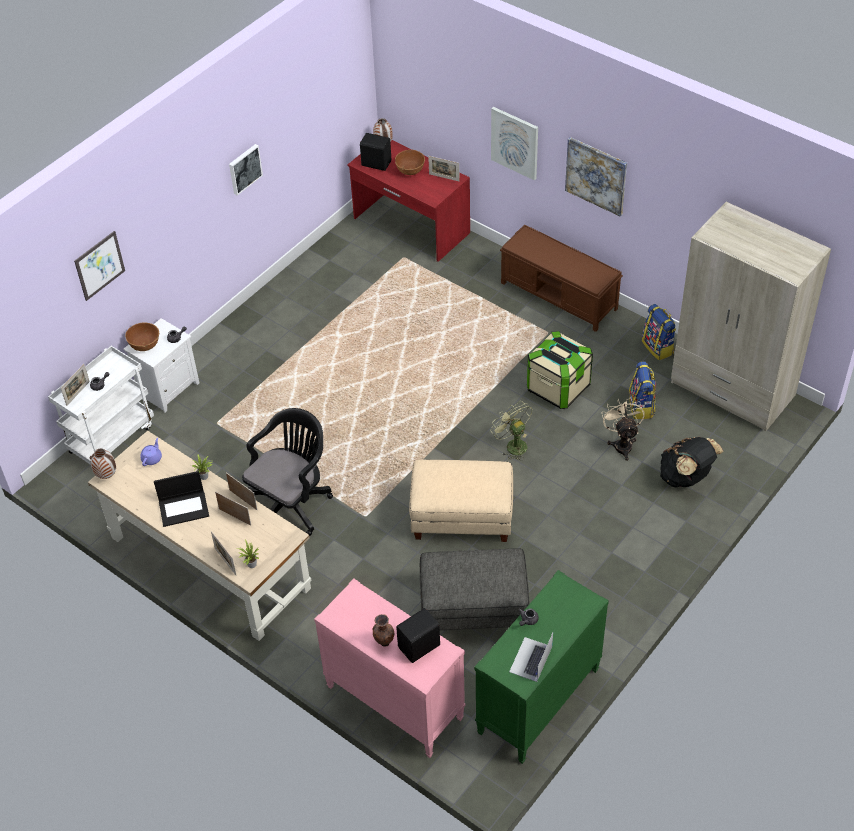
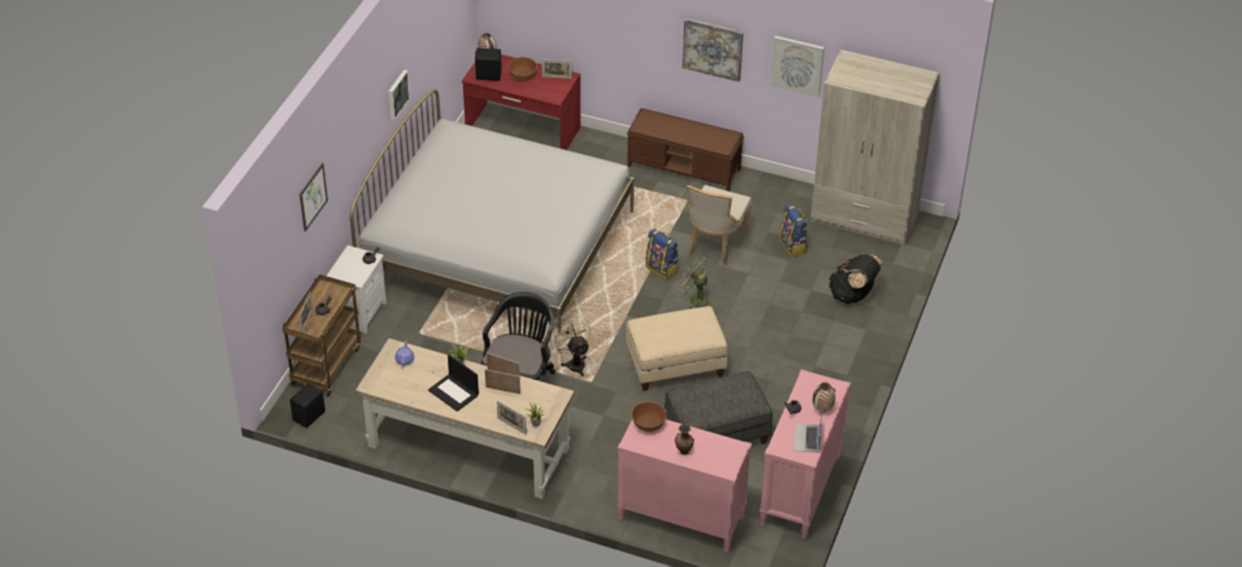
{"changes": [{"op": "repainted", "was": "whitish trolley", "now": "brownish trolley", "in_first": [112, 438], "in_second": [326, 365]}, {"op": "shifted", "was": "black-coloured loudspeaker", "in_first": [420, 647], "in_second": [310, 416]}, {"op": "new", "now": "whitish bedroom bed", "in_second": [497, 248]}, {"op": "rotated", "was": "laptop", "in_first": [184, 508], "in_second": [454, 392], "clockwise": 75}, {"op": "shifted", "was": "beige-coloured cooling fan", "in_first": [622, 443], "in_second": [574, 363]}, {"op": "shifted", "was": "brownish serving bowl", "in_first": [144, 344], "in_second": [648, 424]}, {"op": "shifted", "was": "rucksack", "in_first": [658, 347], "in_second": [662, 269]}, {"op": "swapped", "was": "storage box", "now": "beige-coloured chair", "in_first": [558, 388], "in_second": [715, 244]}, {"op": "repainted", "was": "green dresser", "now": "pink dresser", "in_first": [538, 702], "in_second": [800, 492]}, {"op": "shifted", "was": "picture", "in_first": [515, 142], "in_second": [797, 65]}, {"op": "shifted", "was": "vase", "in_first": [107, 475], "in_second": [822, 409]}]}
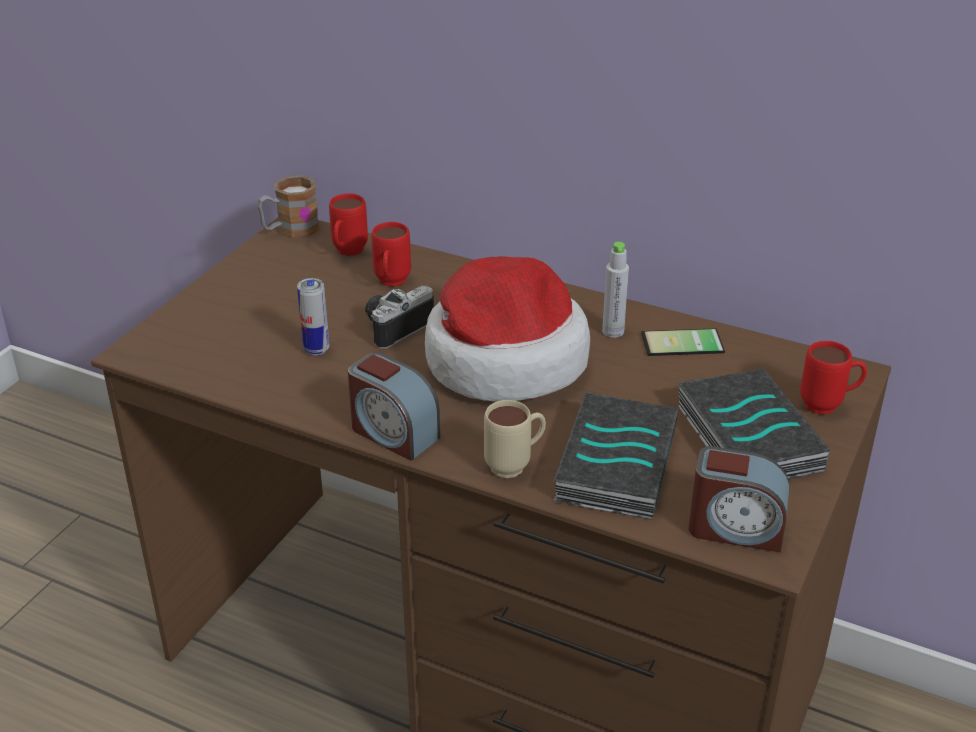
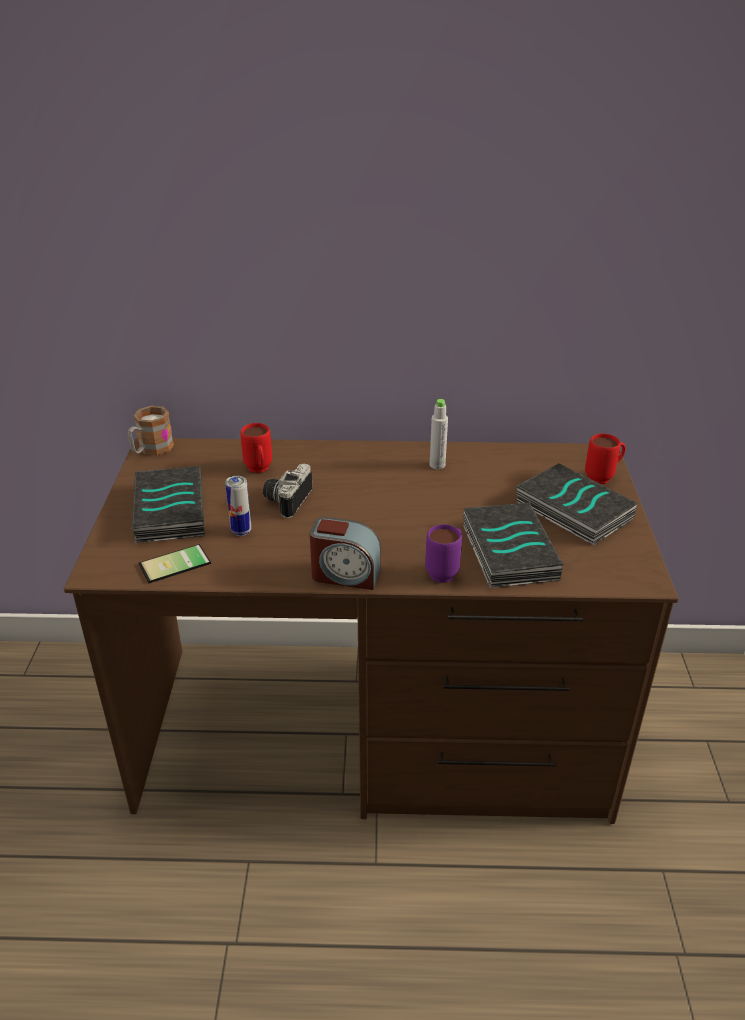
{"changes": [{"op": "new", "now": "volume", "in_second": [168, 510]}, {"op": "shifted", "was": "handset", "in_first": [683, 345], "in_second": [176, 566]}, {"op": "repainted", "was": "beige-coloured tea mug", "now": "purple-coloured tea mug", "in_first": [515, 465], "in_second": [446, 571]}, {"op": "gone", "was": "red tea mug", "in_first": [347, 253]}, {"op": "gone", "was": "hat", "in_first": [503, 359]}, {"op": "gone", "was": "table clock", "in_first": [735, 528]}]}
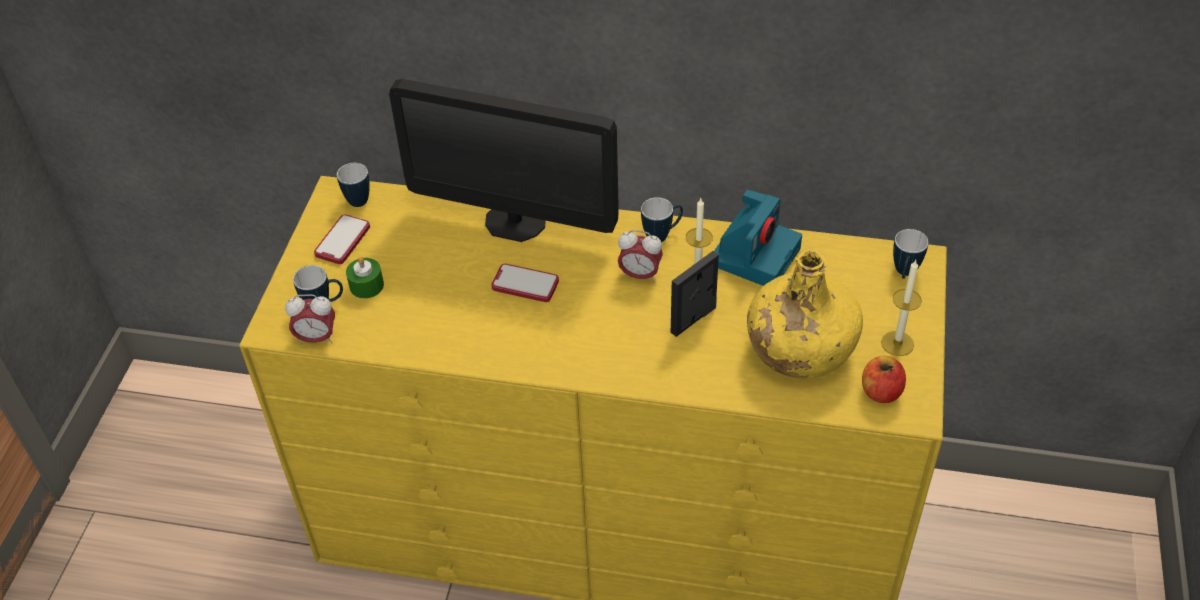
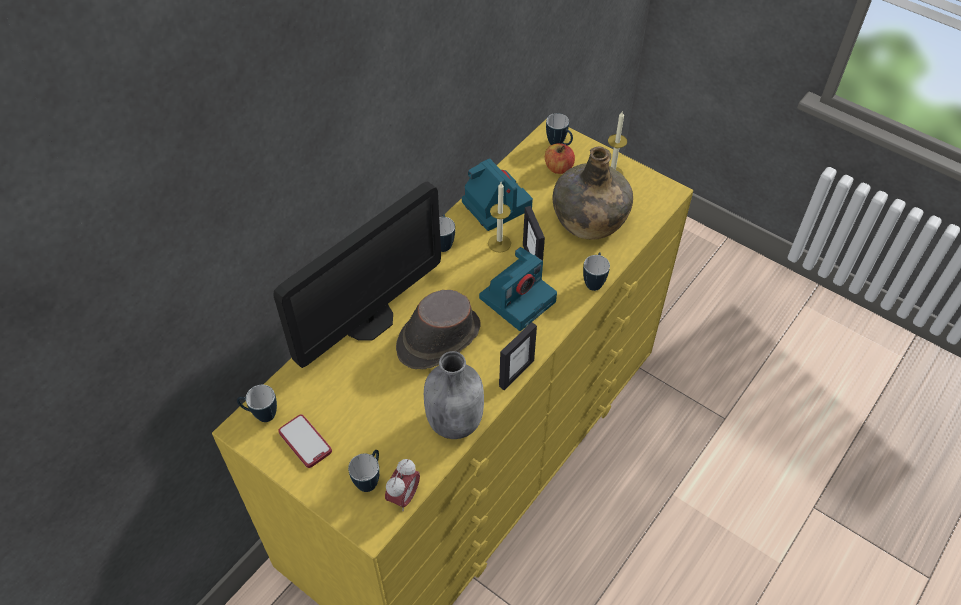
{"changes": [{"op": "swapped", "was": "handset", "now": "brownish hat", "in_first": [525, 284], "in_second": [437, 339]}, {"op": "new", "now": "grey bottle", "in_second": [454, 420]}, {"op": "new", "now": "photo camera", "in_second": [518, 298]}, {"op": "new", "now": "photo frame", "in_second": [516, 373]}, {"op": "shifted", "was": "whole apple", "in_first": [881, 392], "in_second": [558, 168]}, {"op": "repainted", "was": "yellowish bottle", "now": "green bottle", "in_first": [799, 348], "in_second": [588, 219]}, {"op": "new", "now": "tea mug", "in_second": [594, 281]}, {"op": "gone", "was": "green wax candle", "in_first": [366, 285]}, {"op": "gone", "was": "table clock", "in_first": [640, 275]}]}
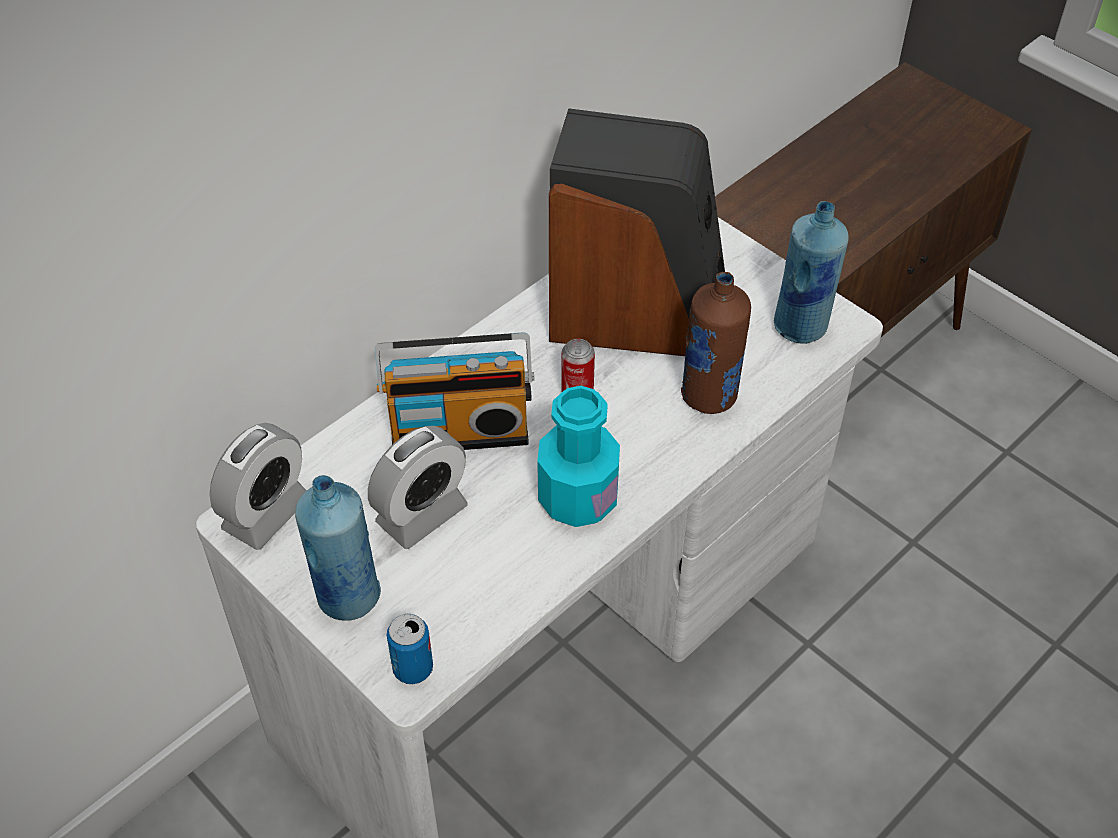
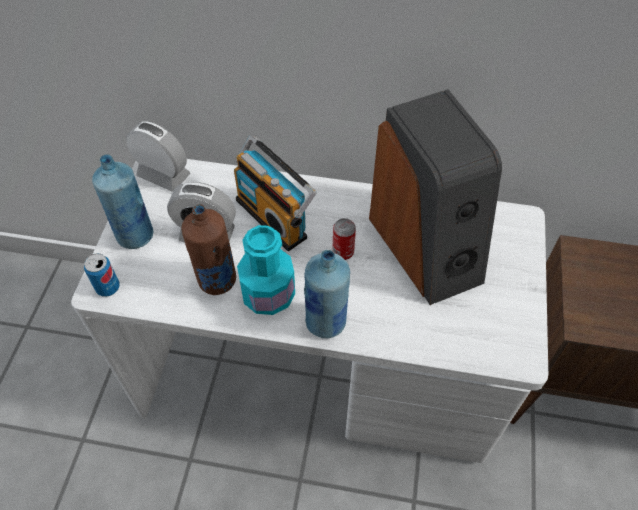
{"changes": [{"op": "rotated", "was": "table clock", "in_first": [266, 513], "in_second": [163, 175], "clockwise": -150}, {"op": "shifted", "was": "brownish bottle", "in_first": [709, 396], "in_second": [216, 280]}, {"op": "shifted", "was": "blue-coloured bottle", "in_first": [801, 327], "in_second": [326, 323]}]}
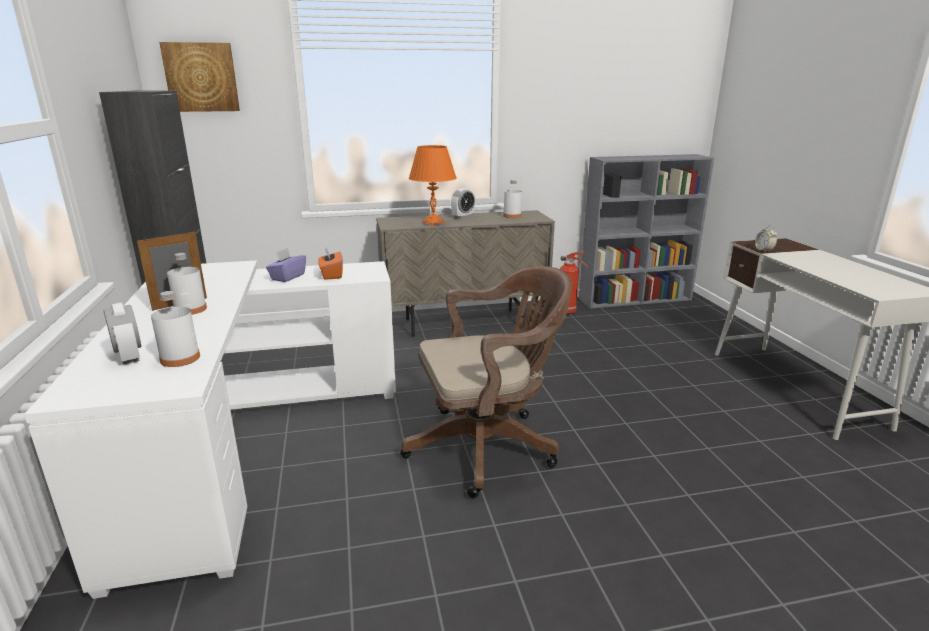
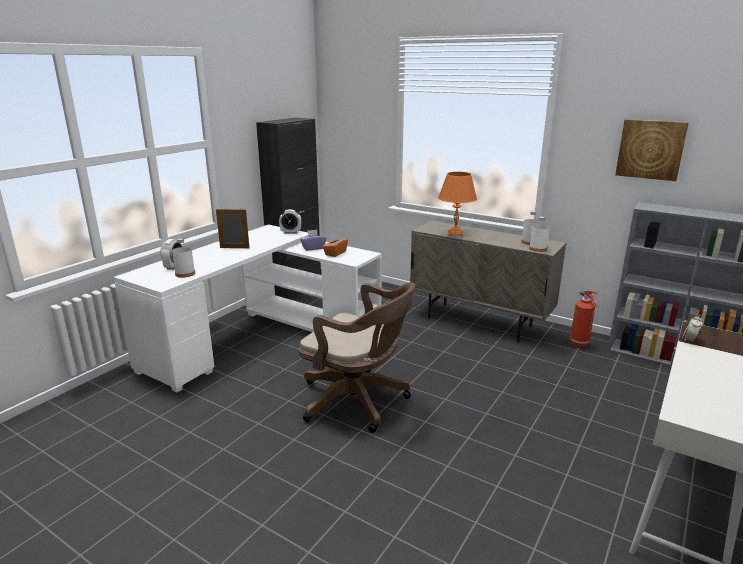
{"changes": [{"op": "shifted", "was": "table clock", "in_first": [463, 217], "in_second": [291, 232]}, {"op": "shifted", "was": "whitish bottle", "in_first": [190, 309], "in_second": [538, 249]}, {"op": "shifted", "was": "picture", "in_first": [201, 77], "in_second": [650, 149]}]}
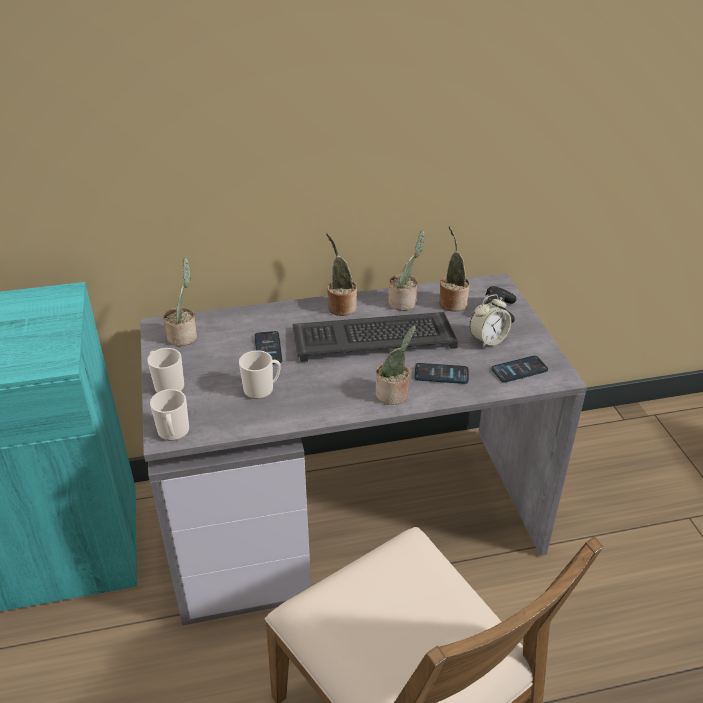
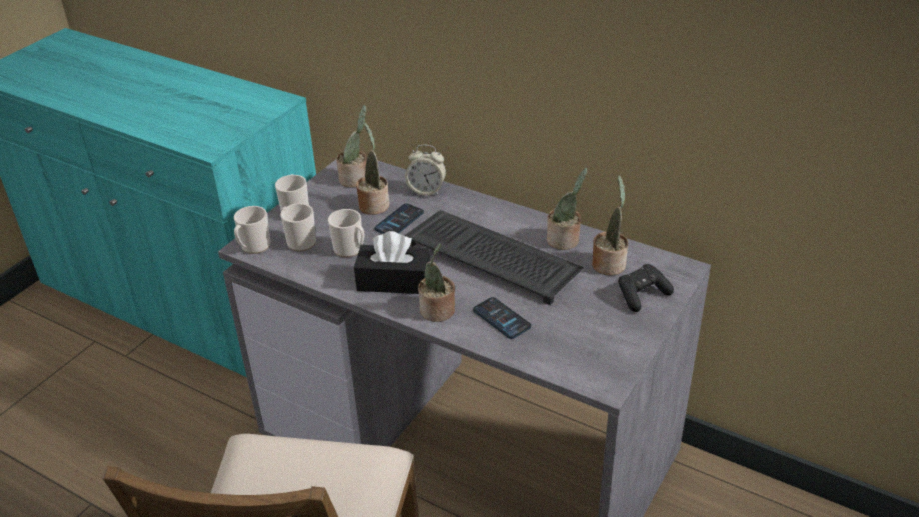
{"changes": [{"op": "new", "now": "tea mug", "in_second": [299, 241]}, {"op": "new", "now": "black-coloured tissue box", "in_second": [394, 281]}, {"op": "shifted", "was": "houseplant", "in_first": [340, 307], "in_second": [374, 204]}, {"op": "shifted", "was": "table clock", "in_first": [488, 340], "in_second": [426, 190]}, {"op": "gone", "was": "handset", "in_first": [519, 370]}]}
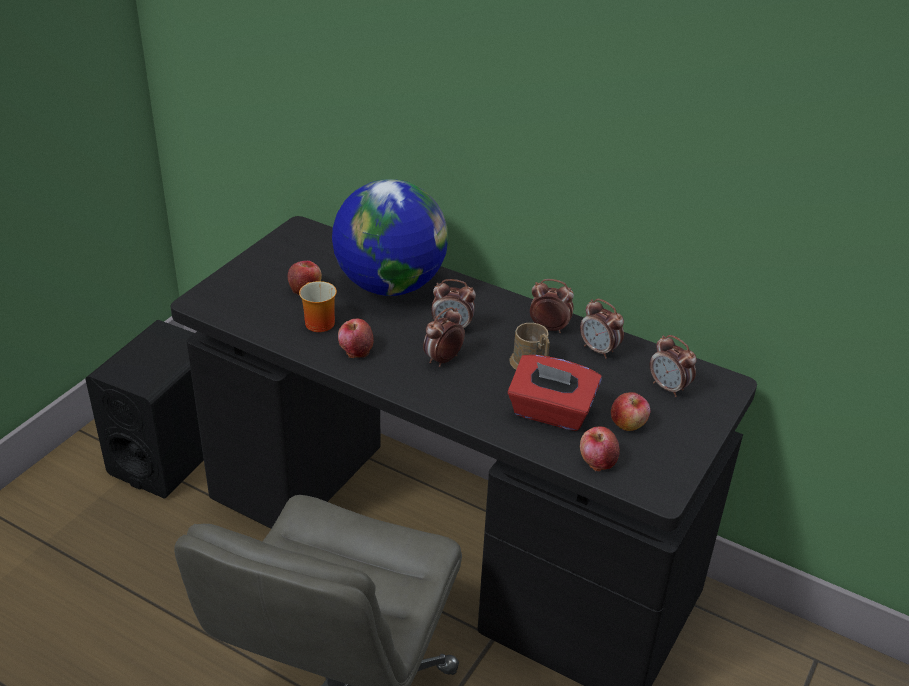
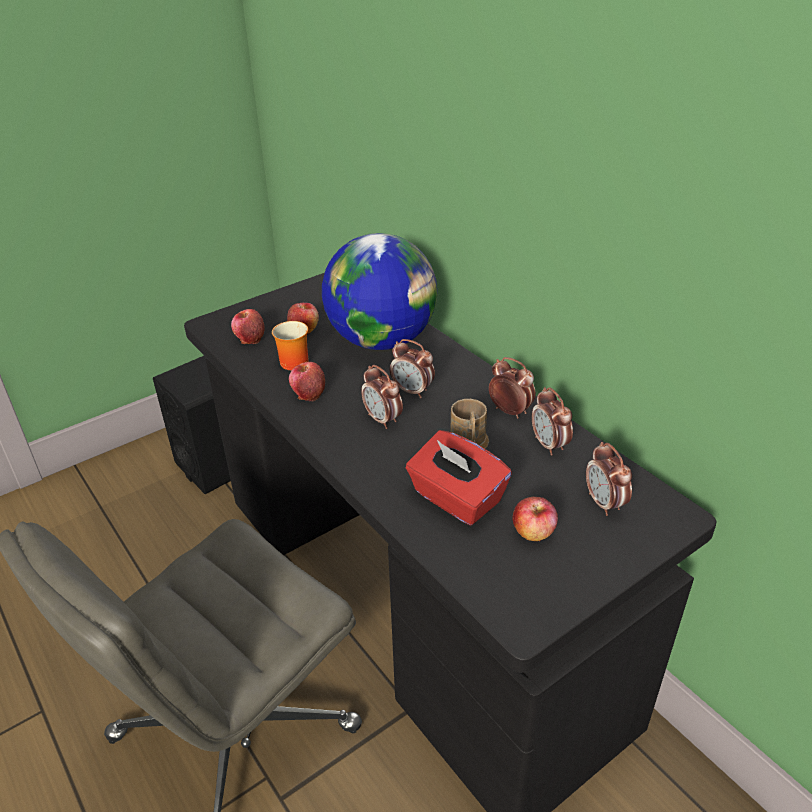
{"changes": [{"op": "shifted", "was": "whole apple", "in_first": [597, 461], "in_second": [249, 338]}, {"op": "rotated", "was": "table clock", "in_first": [443, 360], "in_second": [383, 419], "clockwise": -105}]}
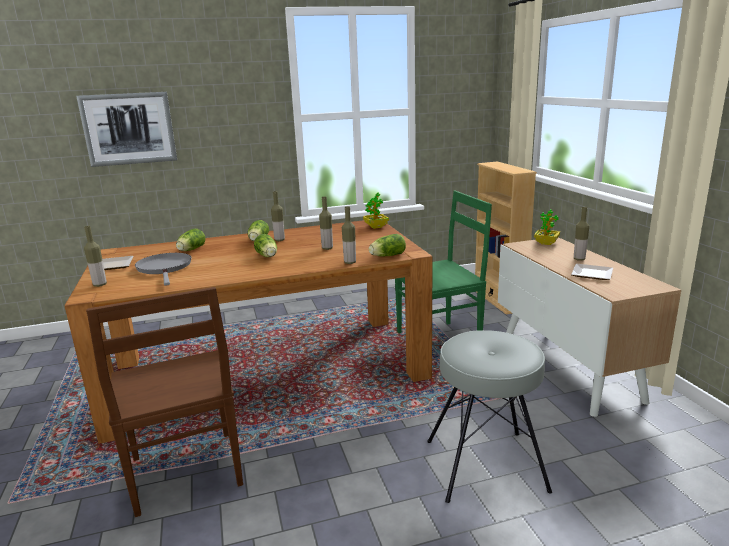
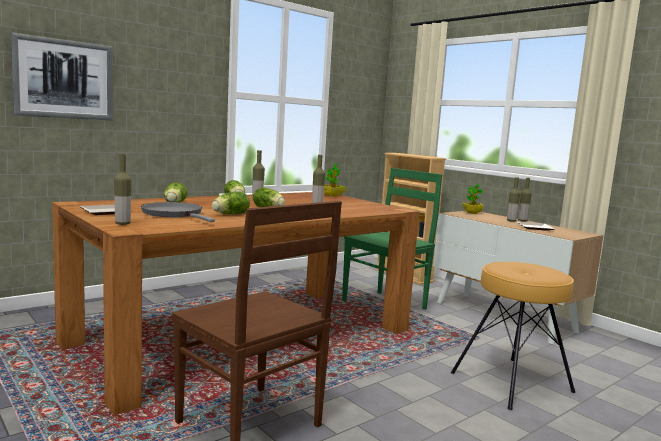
{"changes": [{"op": "shifted", "was": "lettuce head", "in_first": [386, 256], "in_second": [229, 214]}, {"op": "repainted", "was": "grey stool seat", "now": "brownish stool seat", "in_first": [485, 466], "in_second": [512, 382]}, {"op": "shifted", "was": "bottle", "in_first": [350, 262], "in_second": [522, 221]}]}
